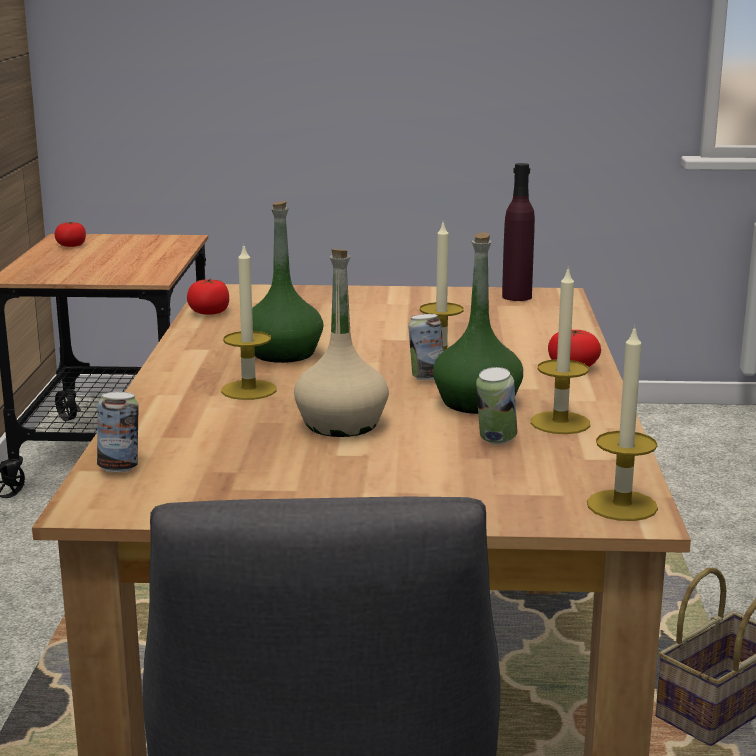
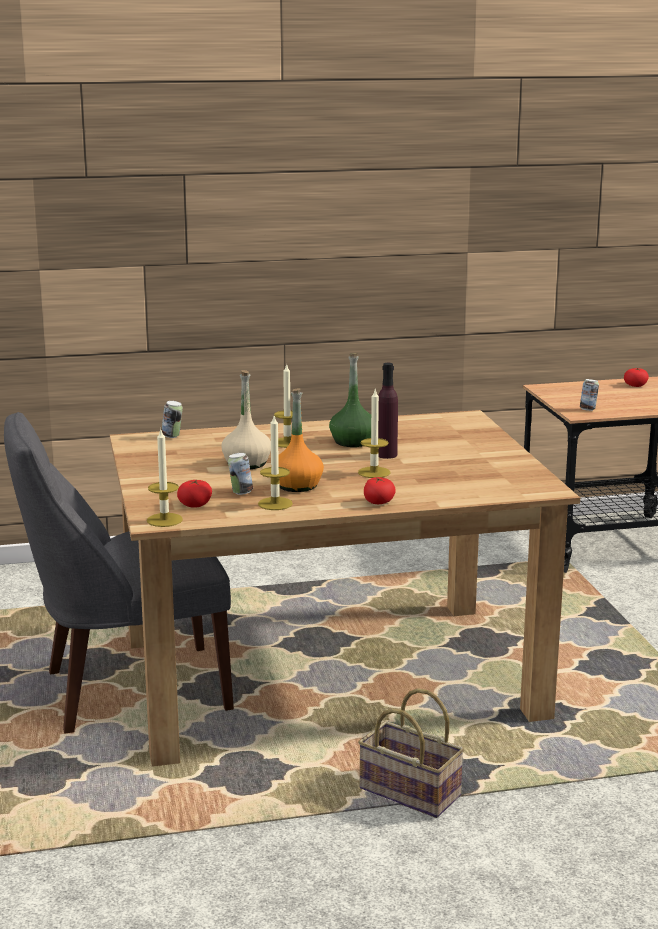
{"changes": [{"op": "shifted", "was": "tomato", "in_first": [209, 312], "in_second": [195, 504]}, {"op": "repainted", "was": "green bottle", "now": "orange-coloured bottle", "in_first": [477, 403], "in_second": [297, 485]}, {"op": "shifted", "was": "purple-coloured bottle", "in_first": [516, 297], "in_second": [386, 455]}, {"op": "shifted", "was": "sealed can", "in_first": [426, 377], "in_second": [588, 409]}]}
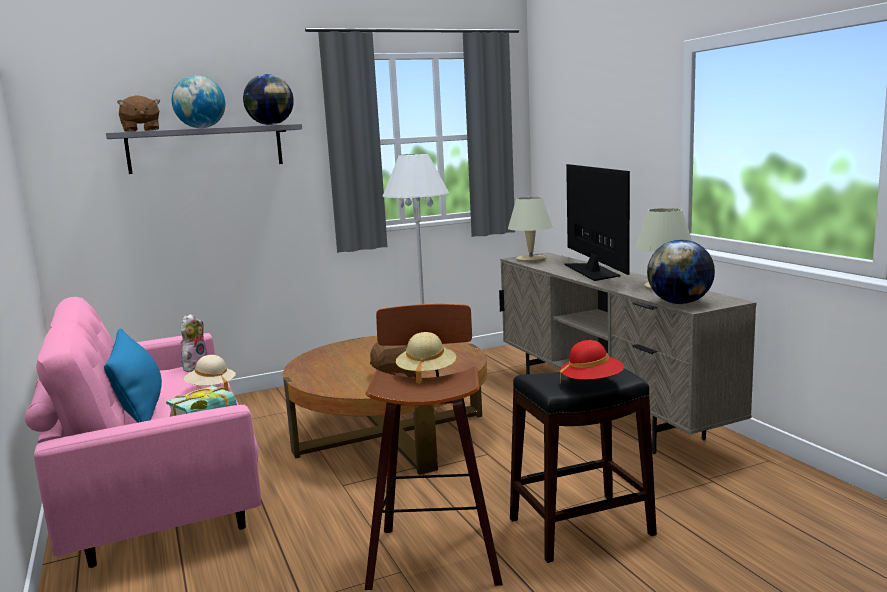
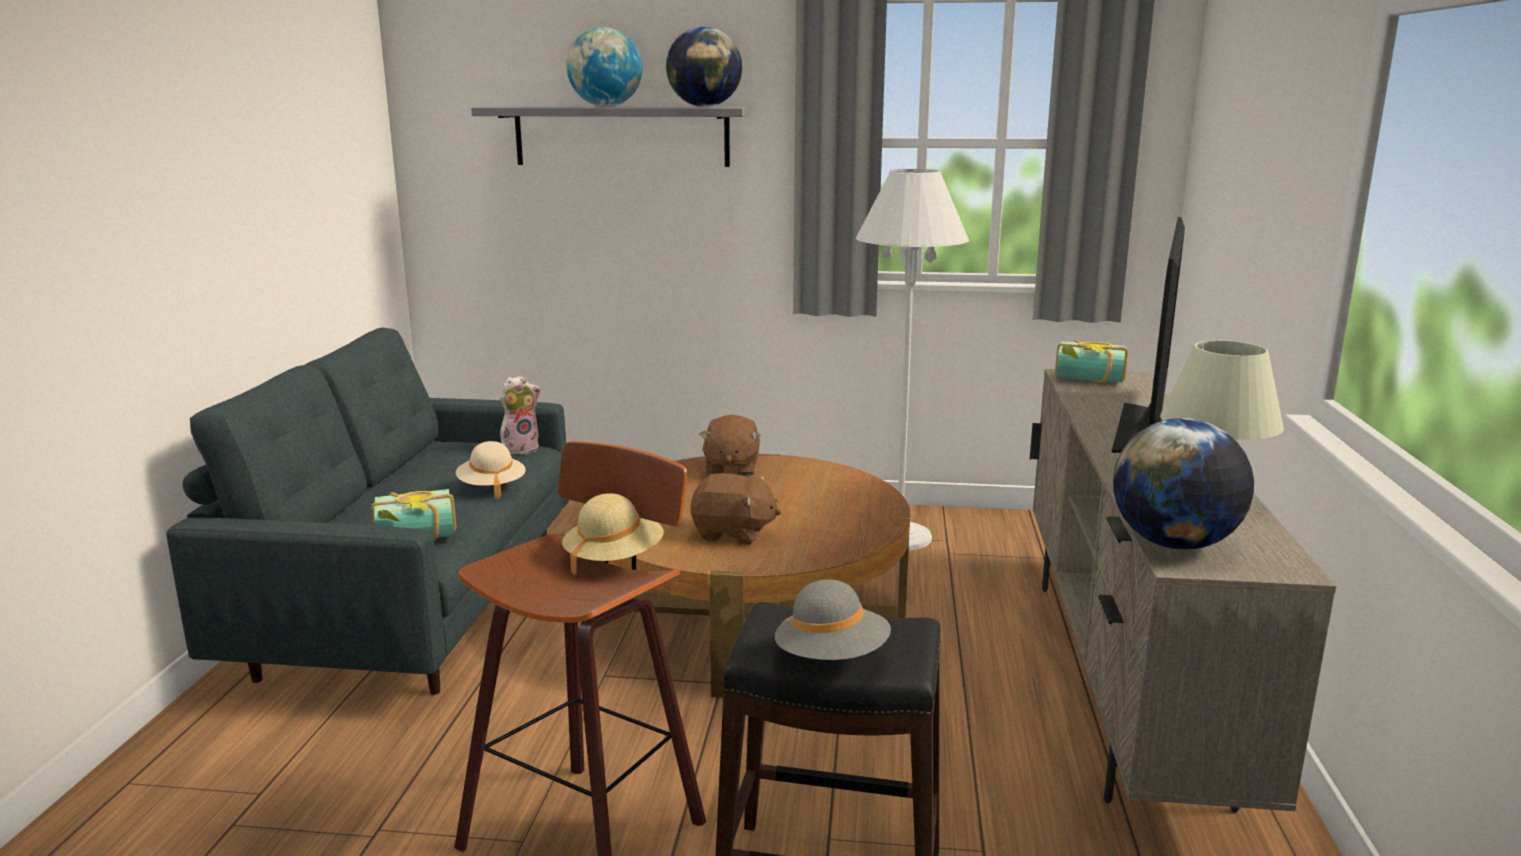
{"changes": [{"op": "repainted", "was": "pink settee", "now": "grey settee", "in_first": [159, 491], "in_second": [415, 605]}, {"op": "shifted", "was": "brownish soft toy", "in_first": [141, 131], "in_second": [730, 469]}, {"op": "repainted", "was": "red hat", "now": "grey hat", "in_first": [592, 383], "in_second": [832, 658]}, {"op": "swapped", "was": "beige-coloured table lamp", "now": "volume", "in_first": [530, 259], "in_second": [1088, 381]}, {"op": "gone", "was": "blue-coloured pillow", "in_first": [139, 408]}]}
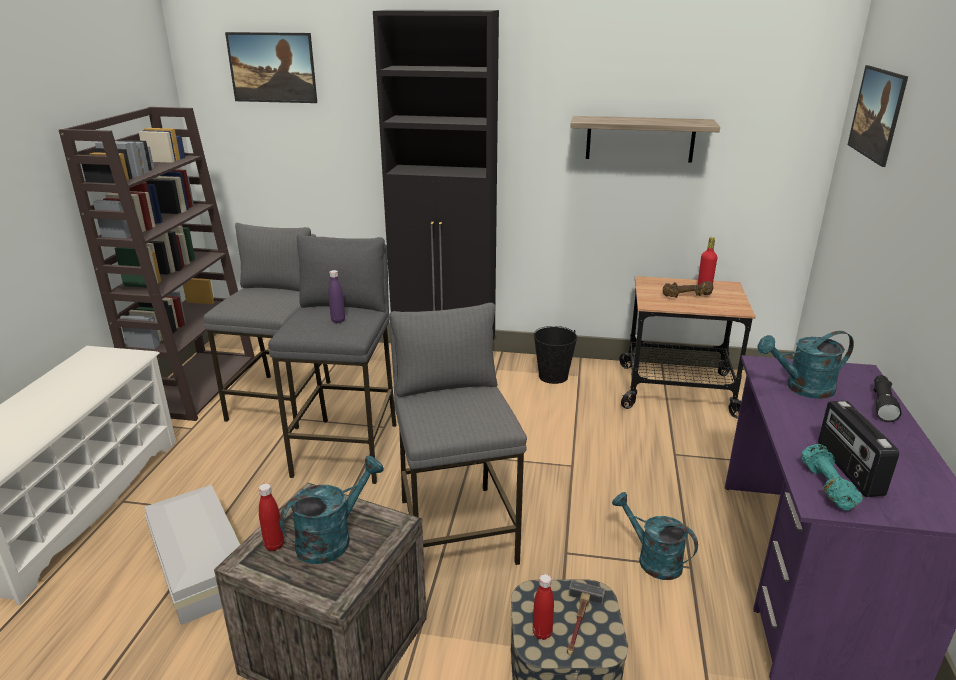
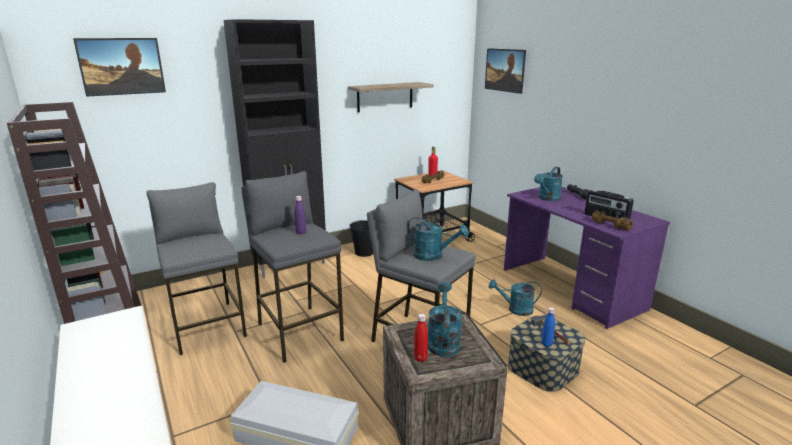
{"changes": [{"op": "new", "now": "turquoise sprinkling can", "in_second": [433, 256]}, {"op": "repainted", "was": "red bottle", "now": "blue-coloured bottle", "in_first": [542, 633], "in_second": [546, 344]}, {"op": "repainted", "was": "turquoise dumbbell", "now": "brownish dumbbell", "in_first": [825, 486], "in_second": [610, 226]}]}
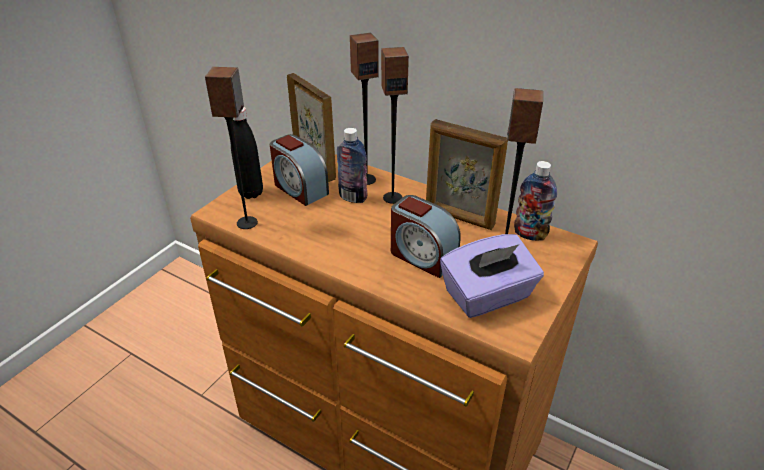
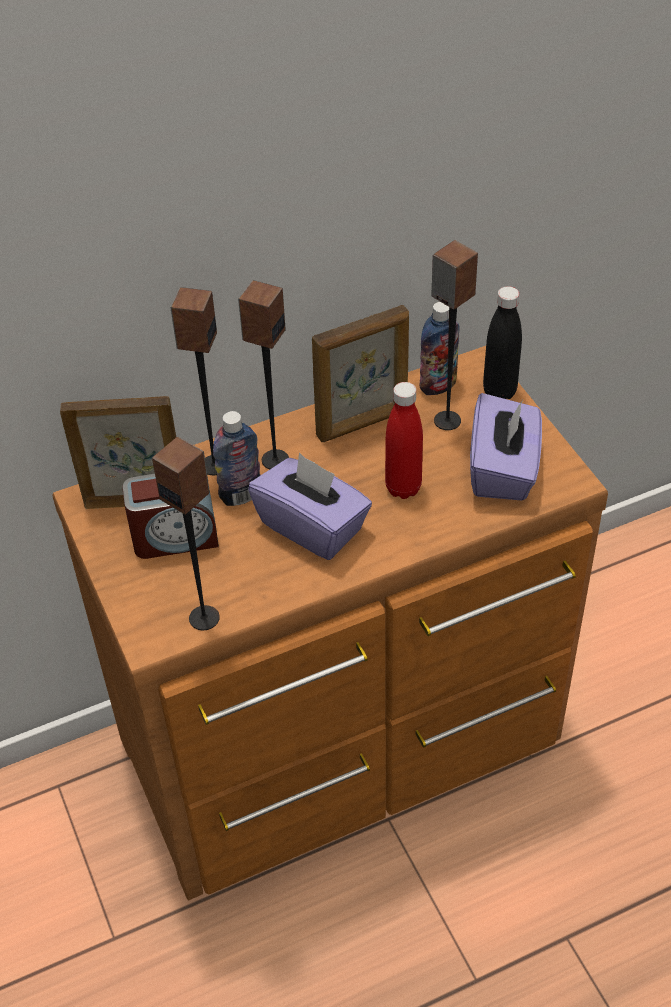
{"changes": [{"op": "new", "now": "purple-coloured tissue box", "in_second": [312, 526]}, {"op": "swapped", "was": "table clock", "now": "red bottle", "in_first": [422, 256], "in_second": [403, 488]}, {"op": "shifted", "was": "black-coloured bottle", "in_first": [251, 193], "in_second": [499, 392]}]}
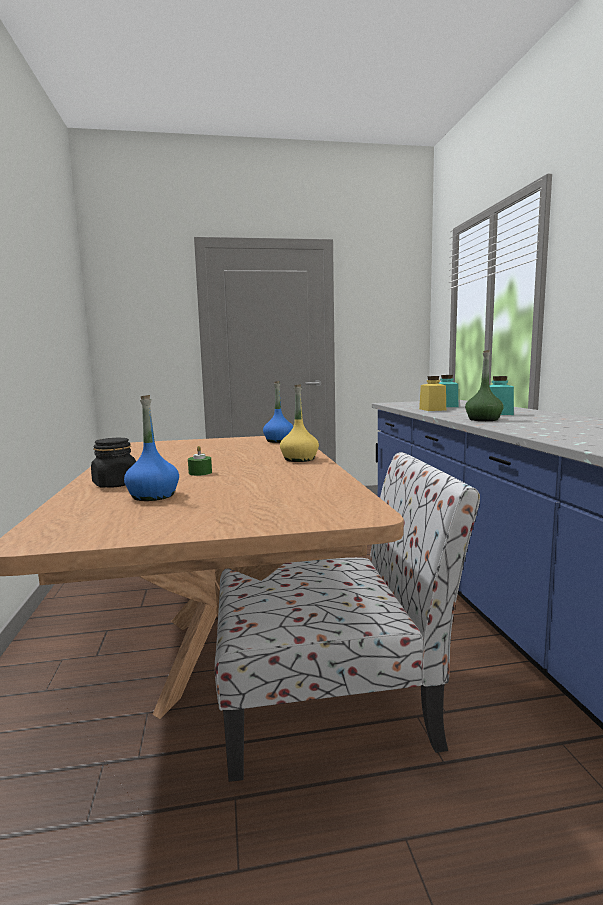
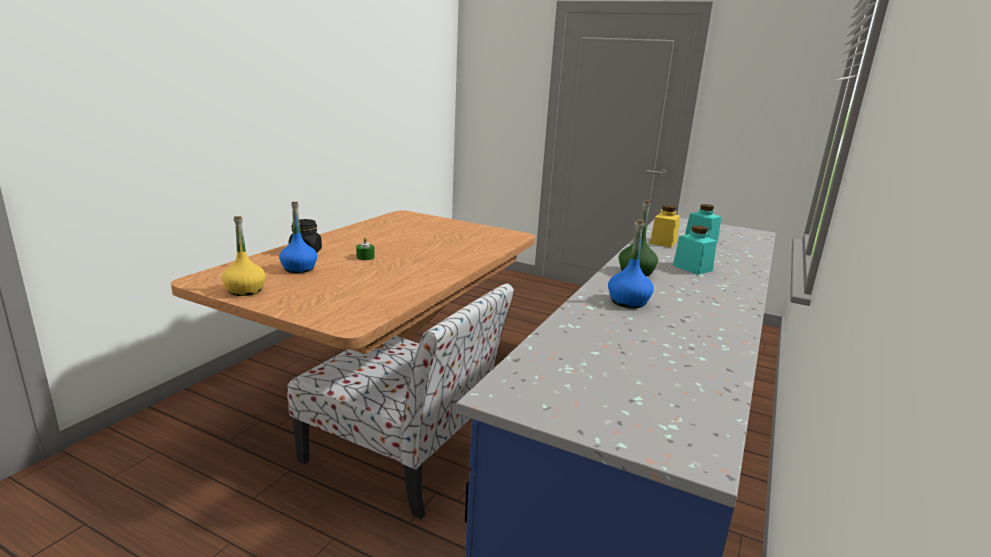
{"changes": [{"op": "shifted", "was": "yellowish bottle", "in_first": [299, 459], "in_second": [245, 290]}, {"op": "shifted", "was": "blue-coloured bottle", "in_first": [278, 441], "in_second": [628, 302]}]}
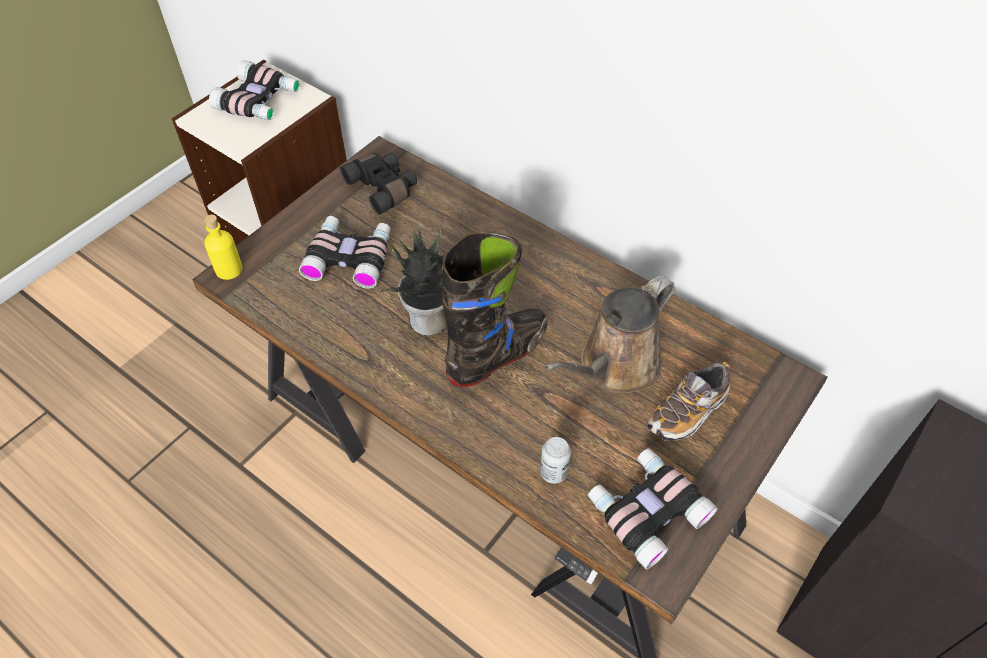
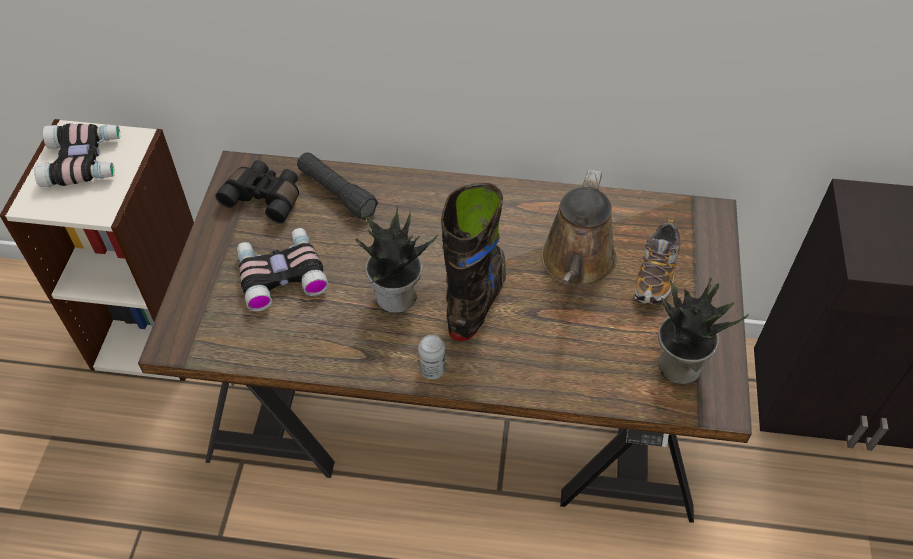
{"changes": [{"op": "new", "now": "black-coloured hand torch", "in_second": [337, 193]}, {"op": "shifted", "was": "sealed can", "in_first": [553, 472], "in_second": [432, 369]}, {"op": "swapped", "was": "field glasses", "now": "houseplant", "in_first": [646, 509], "in_second": [677, 365]}, {"op": "gone", "was": "yellowish bottle", "in_first": [229, 269]}]}
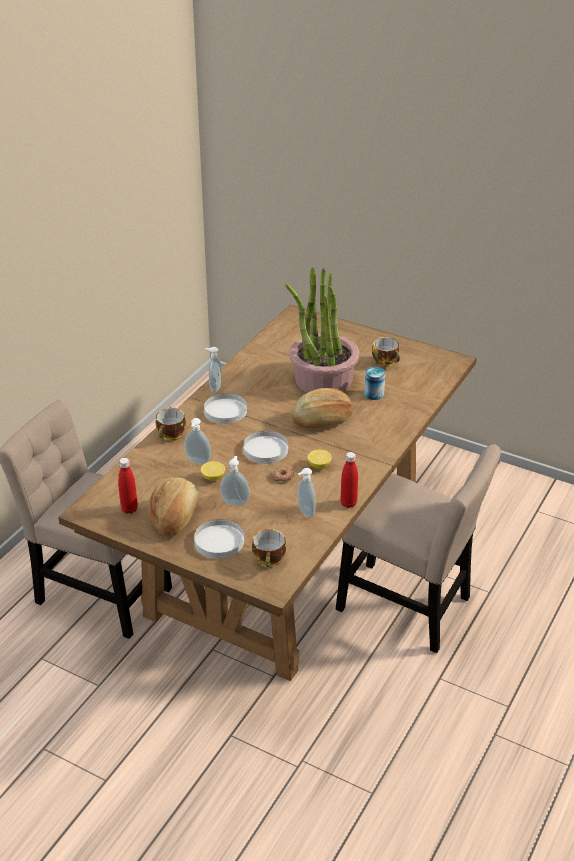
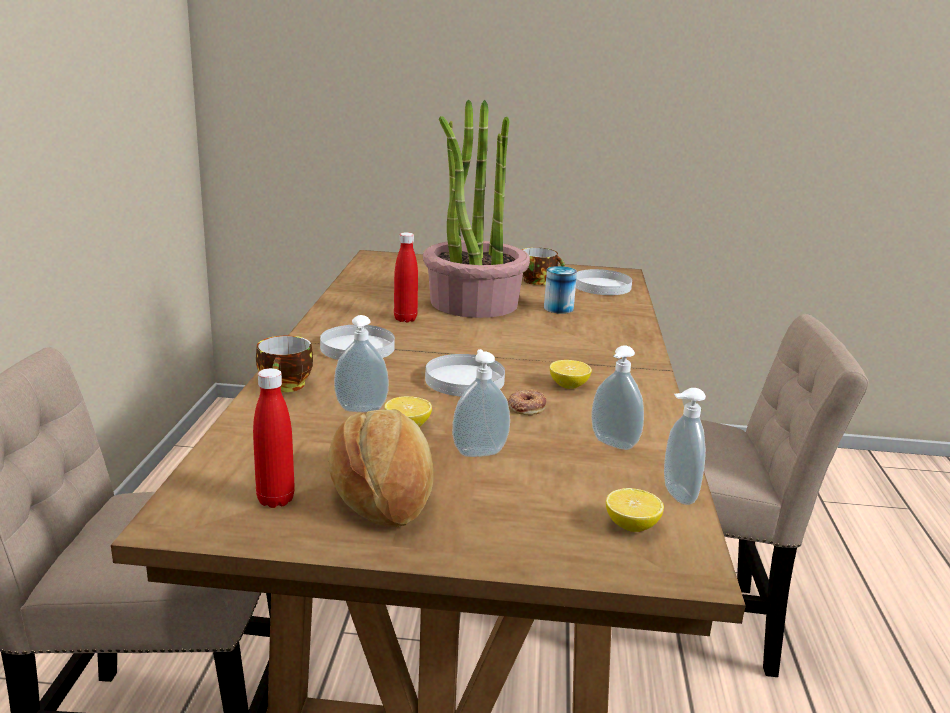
{"changes": [{"op": "shifted", "was": "red bottle", "in_first": [348, 503], "in_second": [405, 319]}, {"op": "shifted", "was": "whitish flat dish", "in_first": [218, 541], "in_second": [601, 286]}, {"op": "swapped", "was": "cup", "now": "citrus fruit", "in_first": [270, 560], "in_second": [631, 526]}, {"op": "shifted", "was": "soap bottle", "in_first": [214, 387], "in_second": [676, 495]}, {"op": "gone", "was": "bread", "in_first": [322, 420]}]}
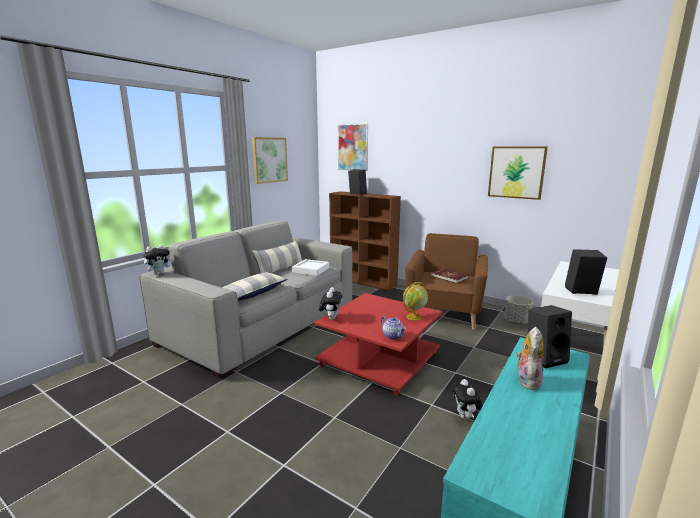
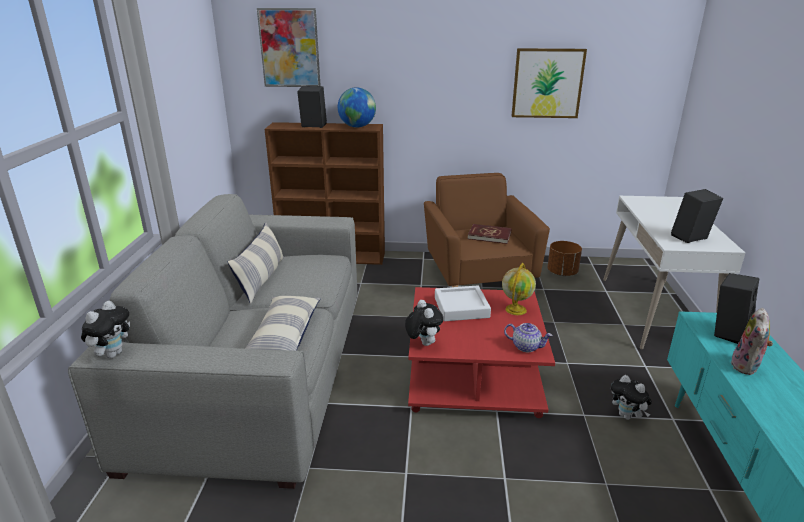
{"changes": [{"op": "new", "now": "world globe", "in_second": [357, 127]}, {"op": "shifted", "was": "whitish serving tray", "in_first": [311, 270], "in_second": [461, 307]}, {"op": "repainted", "was": "grey plant pot", "now": "brownish plant pot", "in_first": [516, 321], "in_second": [562, 273]}, {"op": "rotated", "was": "soft toy", "in_first": [527, 380], "in_second": [747, 367], "clockwise": -150}, {"op": "gone", "was": "picture", "in_first": [269, 160]}]}
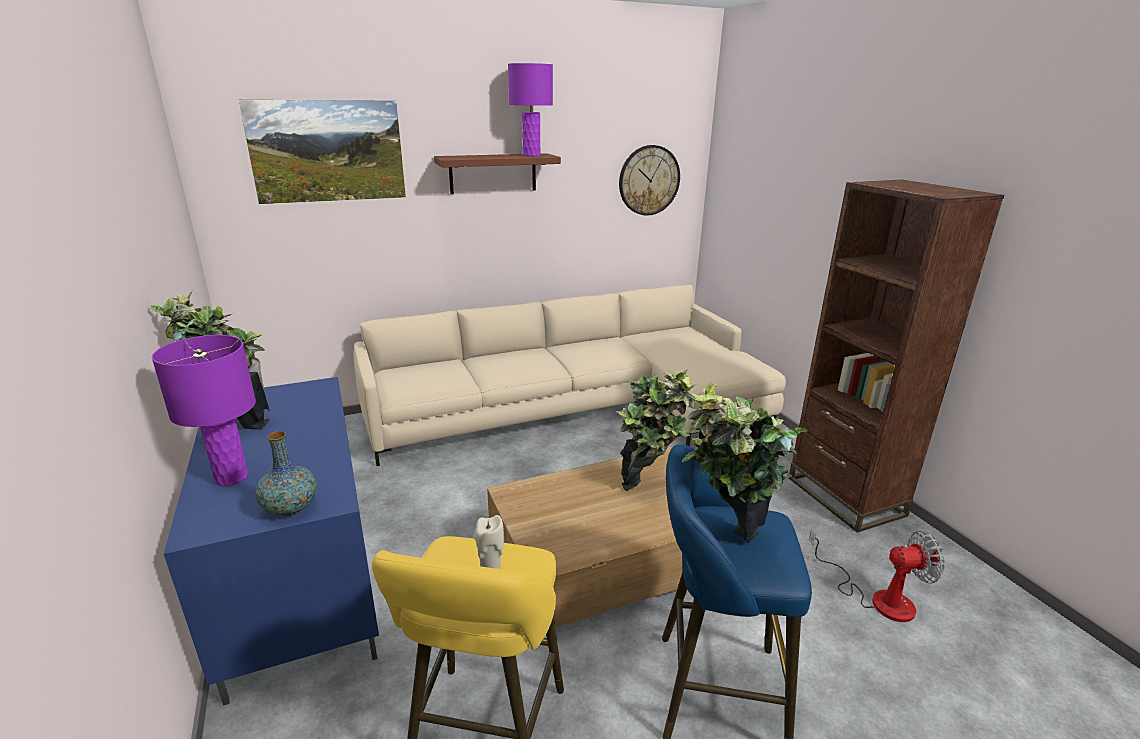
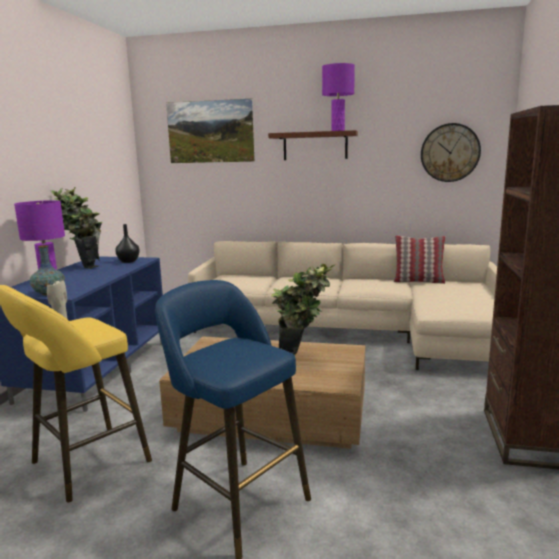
{"changes": [{"op": "new", "now": "black-coloured vase", "in_second": [128, 261]}, {"op": "new", "now": "pillow", "in_second": [418, 281]}, {"op": "gone", "was": "houseplant", "in_first": [725, 546]}, {"op": "gone", "was": "cooling fan", "in_first": [877, 598]}]}
